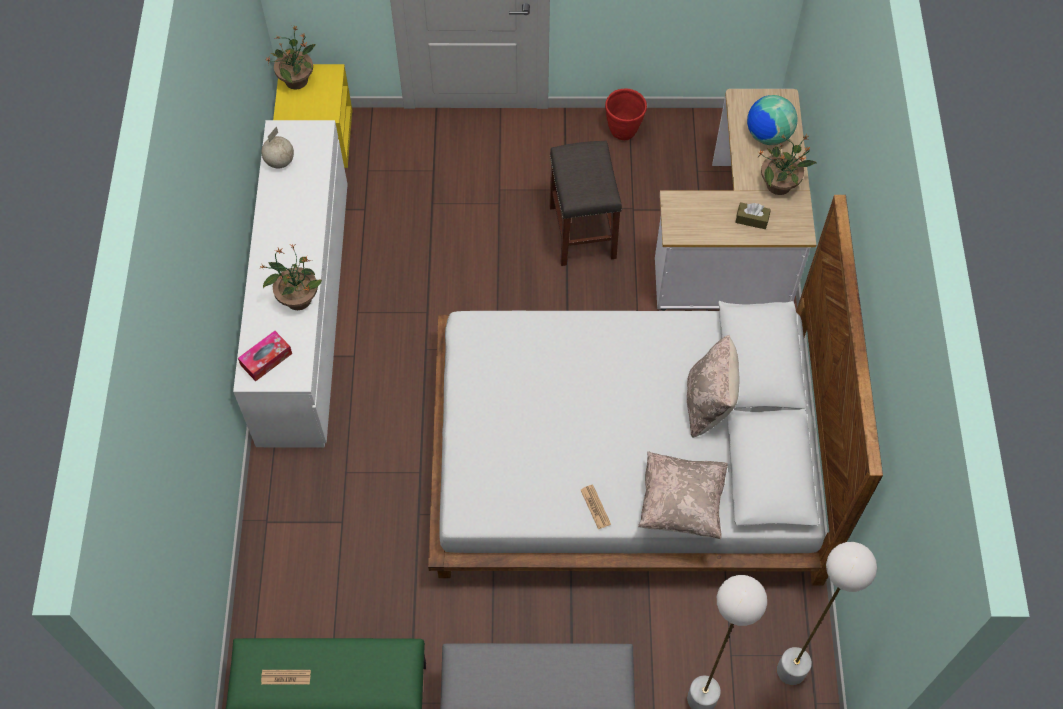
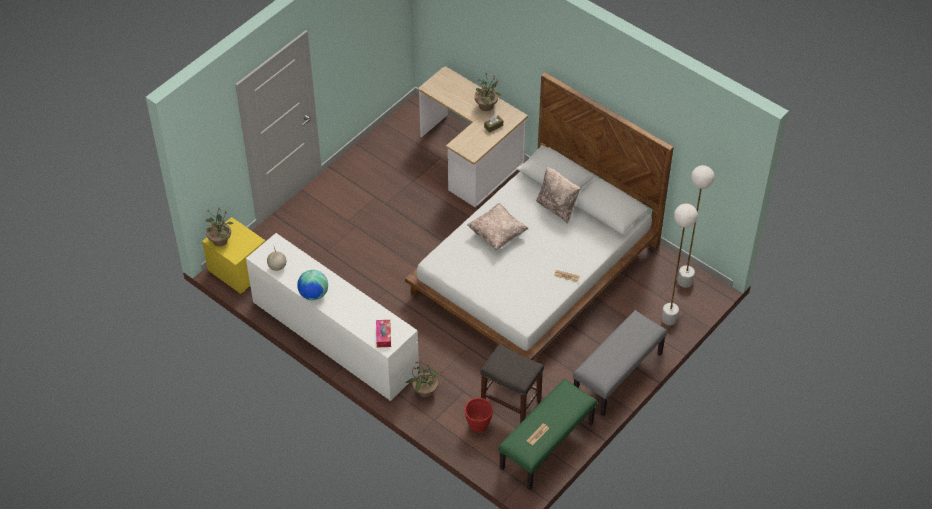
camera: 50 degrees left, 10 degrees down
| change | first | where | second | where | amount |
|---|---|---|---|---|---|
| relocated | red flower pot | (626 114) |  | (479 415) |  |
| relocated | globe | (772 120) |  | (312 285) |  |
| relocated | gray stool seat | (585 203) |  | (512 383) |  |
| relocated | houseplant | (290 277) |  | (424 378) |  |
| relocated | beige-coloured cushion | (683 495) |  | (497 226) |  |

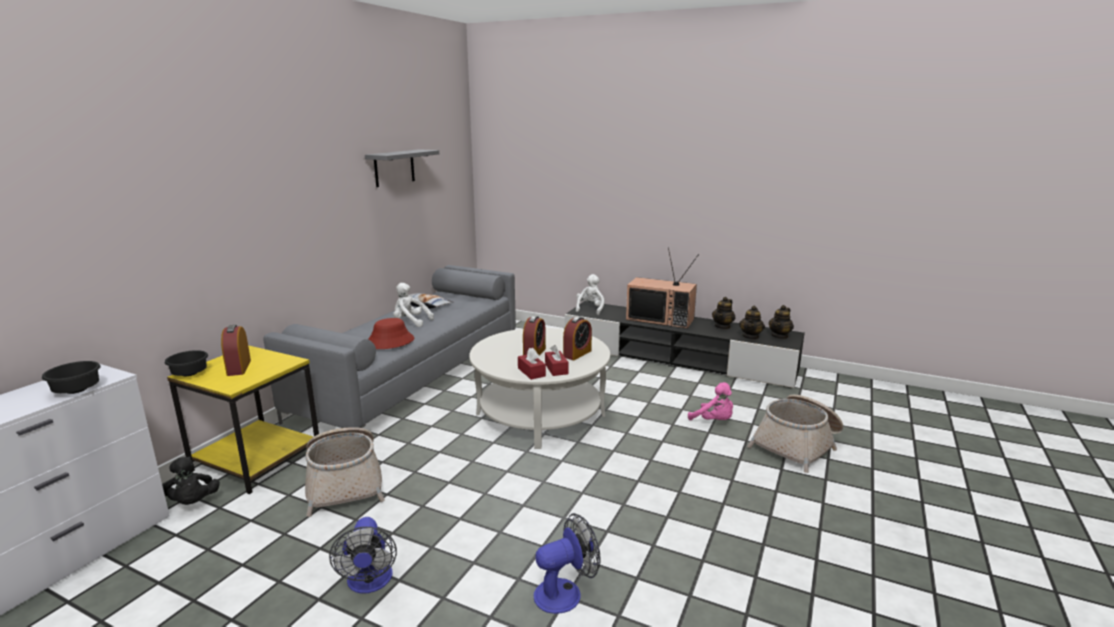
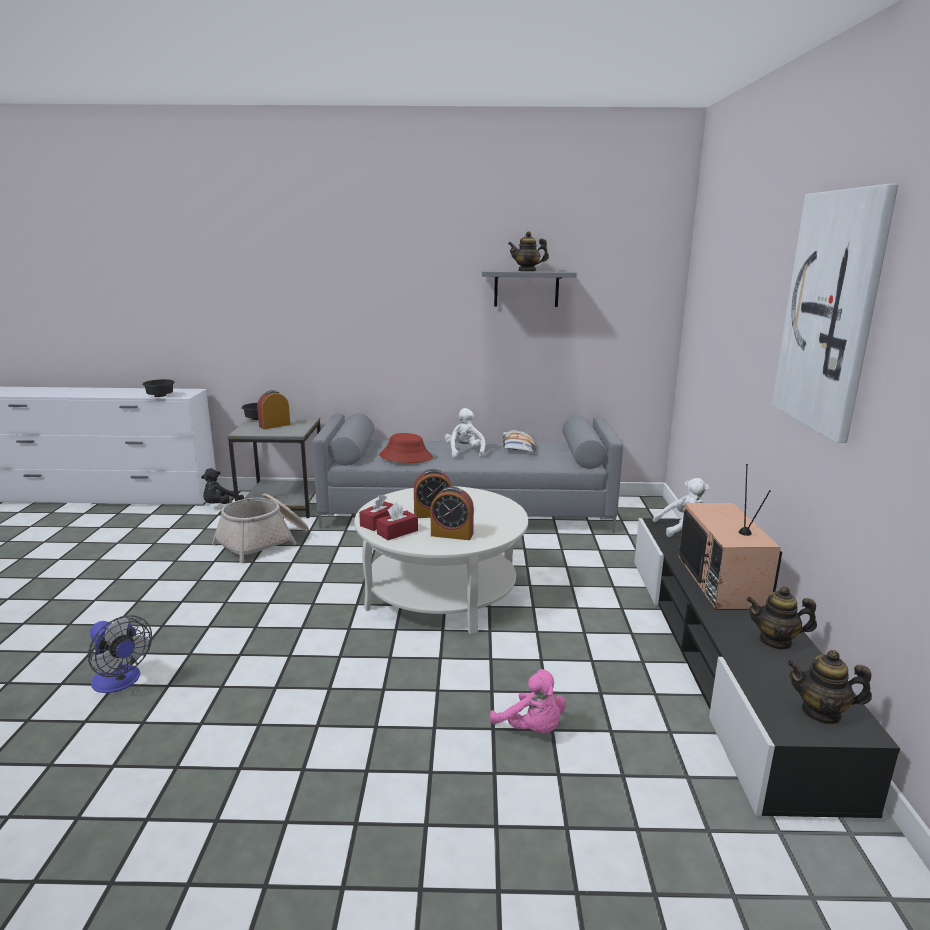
camera: 65 degrees right, 0 degrees up
| change | first | where | second | where | amount |
|---|---|---|---|---|---|
| relocated | tea pot | (752 323) |  | (528 252) |  |
| colour | yellow accent table | (243 419) | gray accent table | (274 467) |  |
| spun | pink-coloured plush toy | (710 401) |  | (528 701) | 60 degrees counterclockwise |
| missing | basket | (795 434) |  |  |  |
| missing | cooling fan | (363 555) |  |  |  |
| appeared |  |  | wall picture | (835 313) |  |

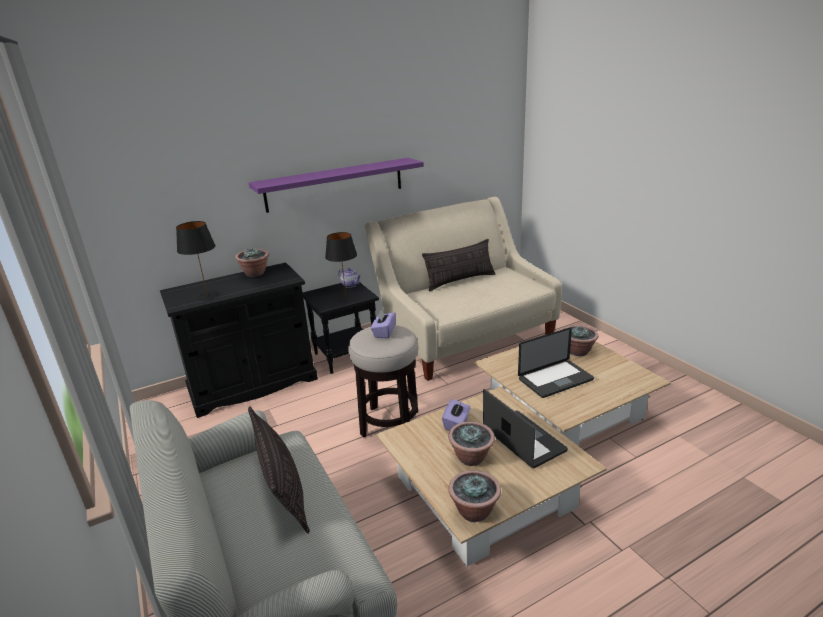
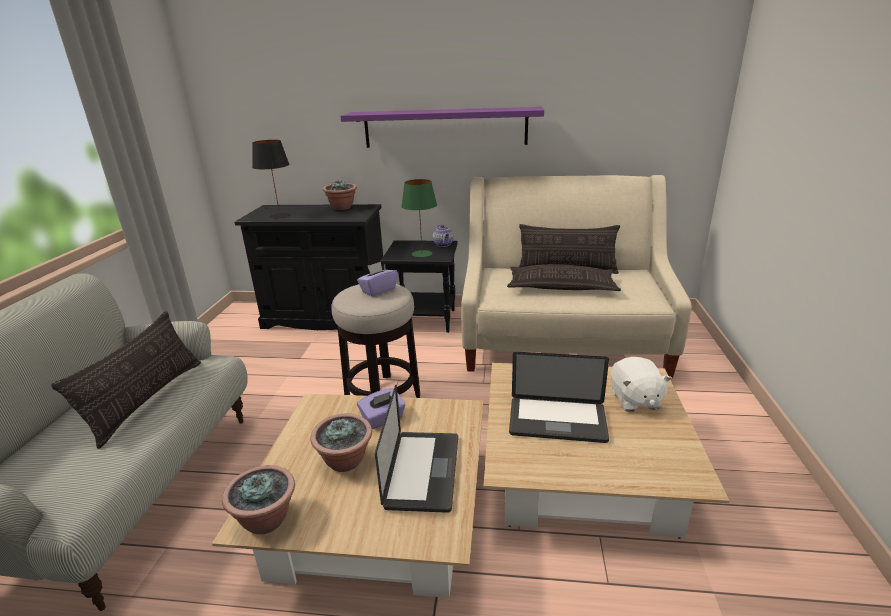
camera: 35 degrees right, 0 degrees up
| change | first | where | second | where | amount |
|---|---|---|---|---|---|
| colour | black-coloured lamp for a table | (341 266) | greenish lamp for a table | (419 218) |  |
| exchanged | houseplant | (581 341) | whitish plush toy | (641 384) |  |
| appeared |  |  | cushion | (564 277) |  |

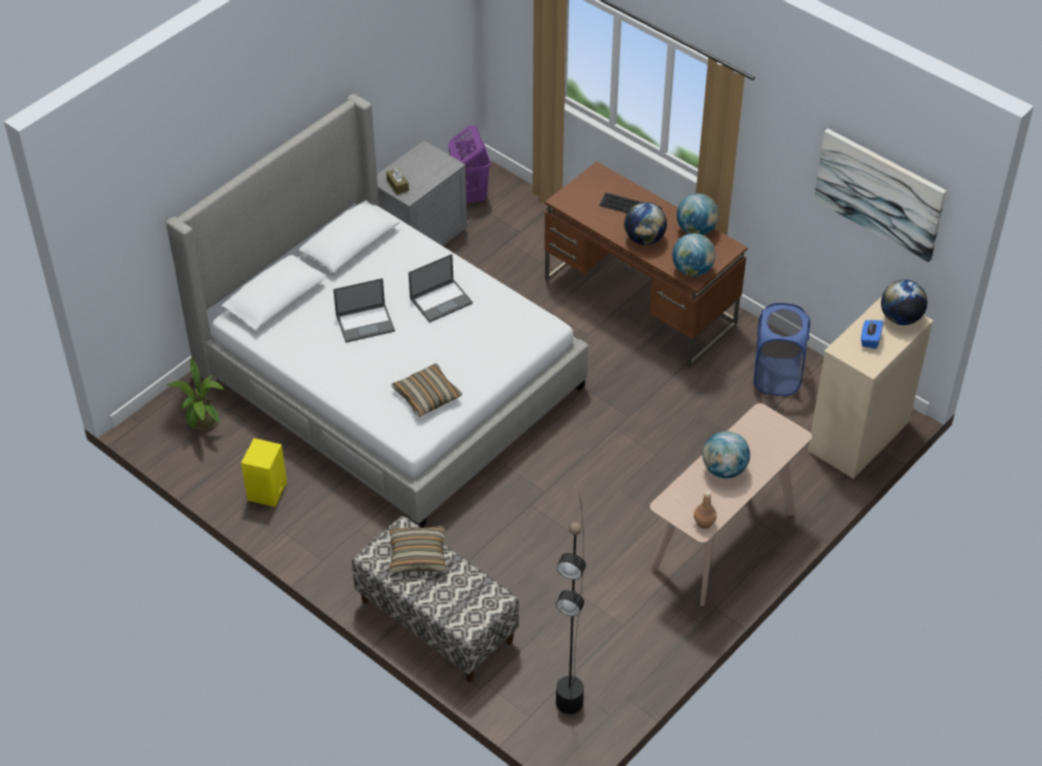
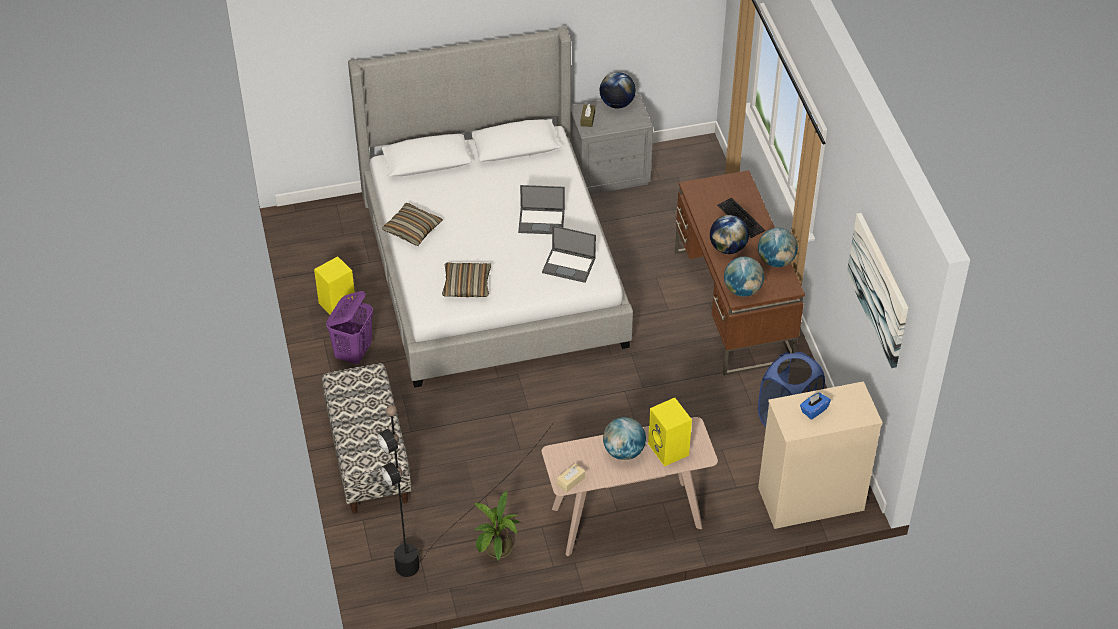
camera: 35 degrees right, 0 degrees up
| change | first | where | second | where | amount |
|---|---|---|---|---|---|
| relocated | purple-coloured washing basket | (469 164) |  | (349 327) |  |
| relocated | notebook computer | (364 310) |  | (569 254) |  |
| relocated | globe | (904 302) |  | (618 90) |  |
| relocated | houseplant | (196 394) |  | (497 526) |  |
| exchanged | brown-coloured beverage bottle | (705 510) | beige-coloured tissue box | (571 478) |  |
| relocated | cushion | (418 549) |  | (412 224) |  |
| appeared |  |  | yellow speaker | (670 432) |  |

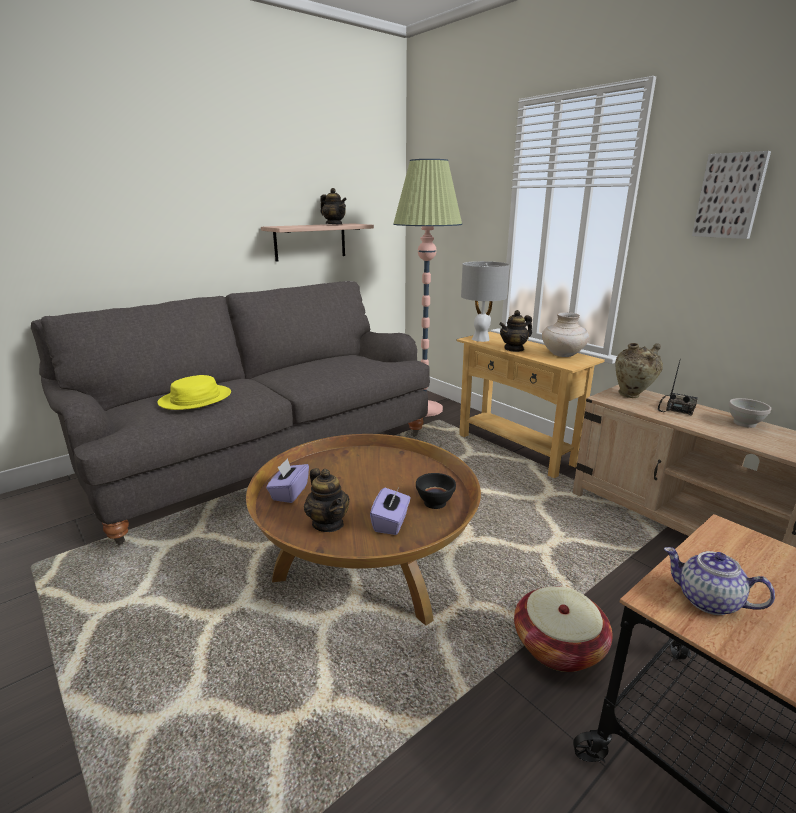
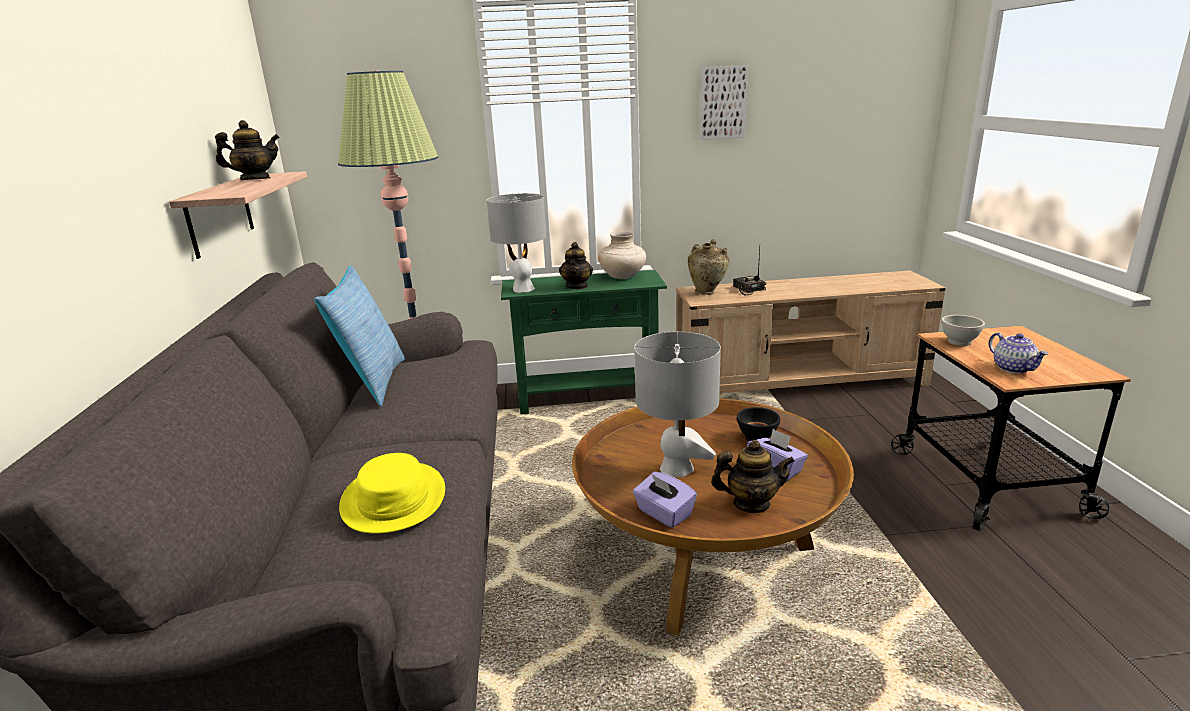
camera: 55 degrees left, 0 degrees up
| change | first | where | second | where | amount |
|---|---|---|---|---|---|
| colour | beige-coloured narrow table | (531 404) | greenish narrow table | (584 342) |  |
| relocated | whitish deep dish | (750 413) |  | (963 330) |  |
| spun | tea pot | (719 581) |  | (1018 353) | 90 degrees counterclockwise |
| missing | basket | (563 629) |  |  |  |
| appeared |  |  | cushion | (359 336) |  |
| appeared |  |  | gray lamp for a table | (677 404) |  |

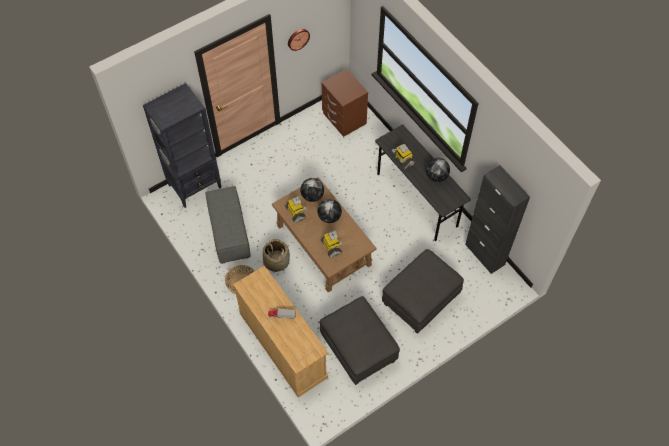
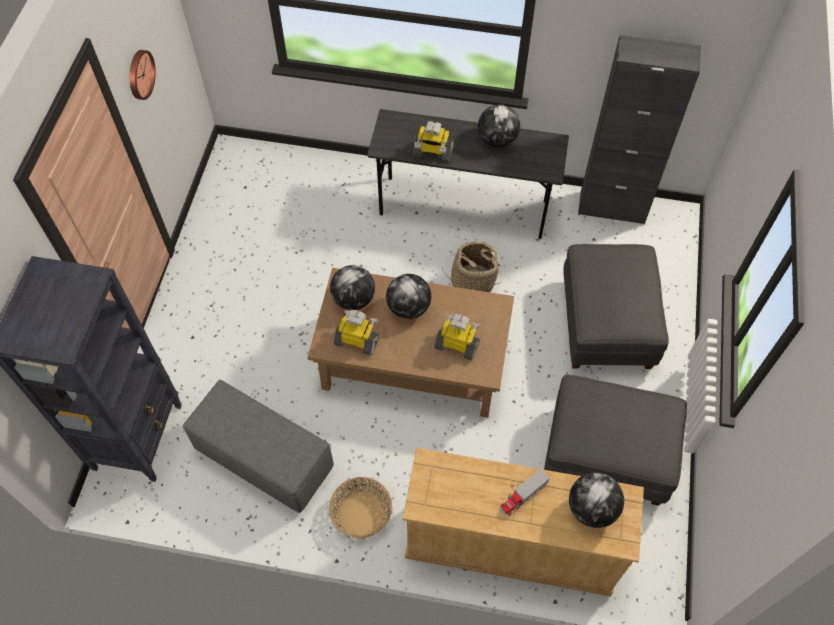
camera: 45 degrees left, 0 degrees up
| change | first | where | second | where | amount |
|---|---|---|---|---|---|
| missing | brown-coloured bedside table | (344 103) |  |  |  |
| relocated | basket | (276 255) |  | (472 266) |  |
| appeared |  |  | globe | (596 500) |  |

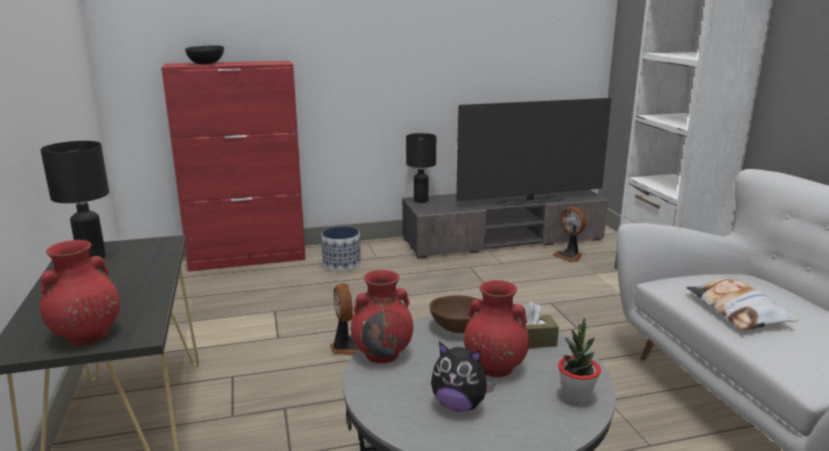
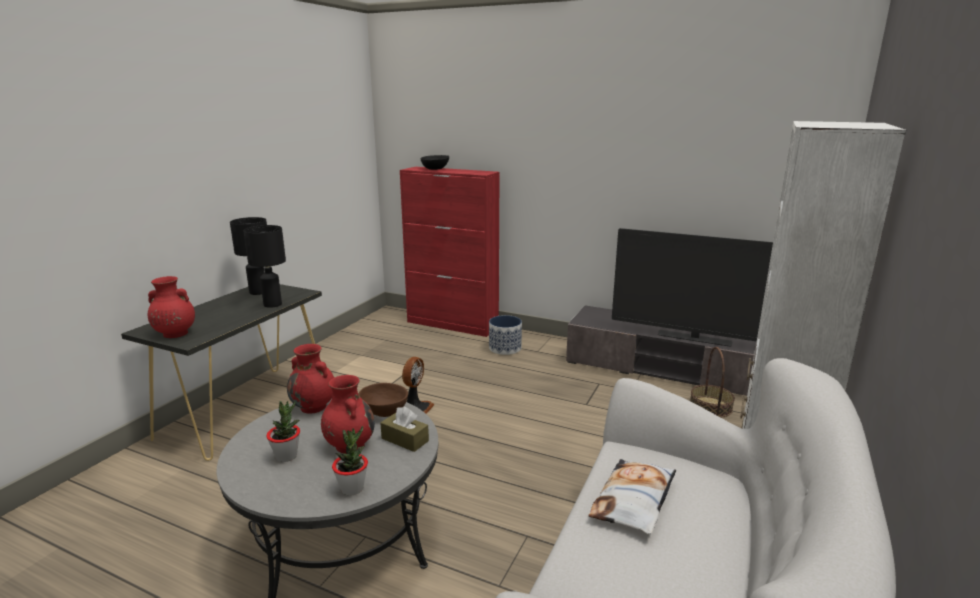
camera: 40 degrees right, 0 degrees up
| change | first | where | second | where | amount |
|---|---|---|---|---|---|
| relocated | black-coloured lamp for a table | (421 168) |  | (264 266) |  |
| exchanged | cooling fan | (570 235) | basket | (712 382) |  |
| exchanged | plush toy | (463 377) | houseplant | (283 431) |  |

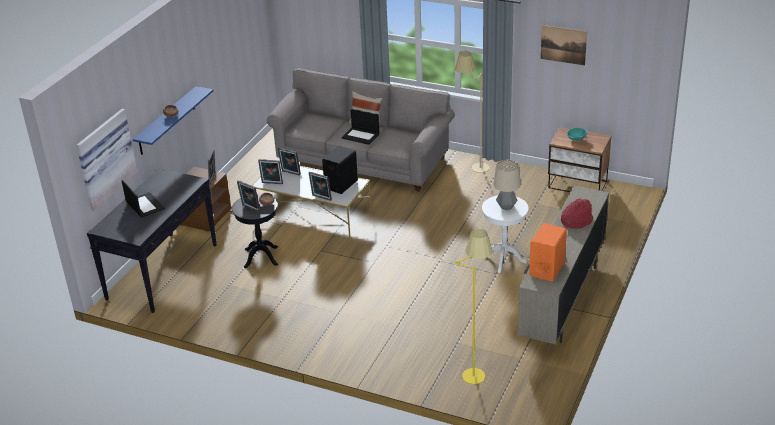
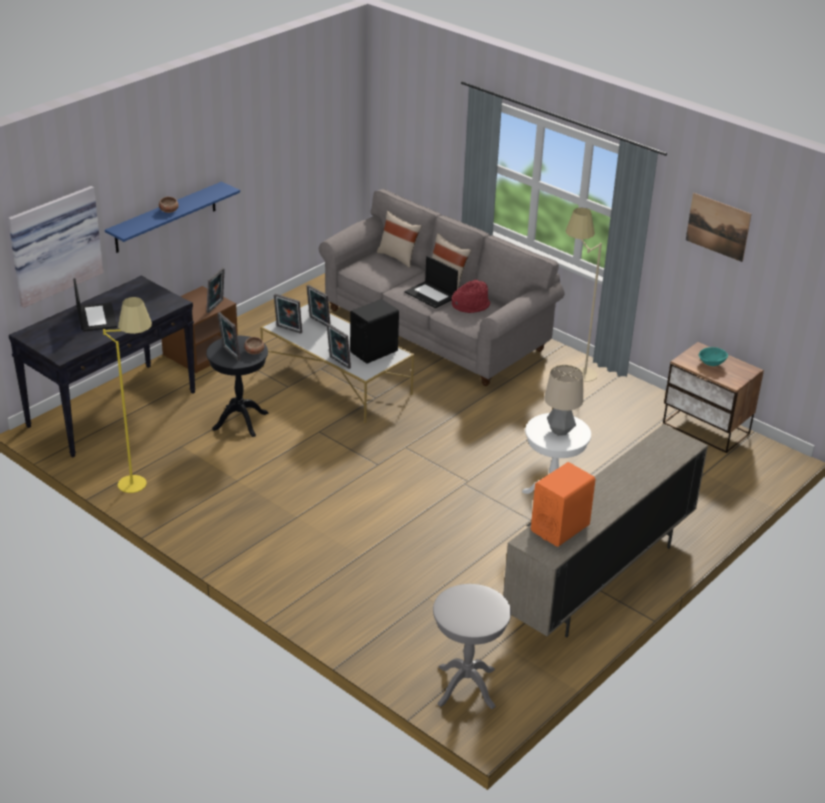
camera: 15 degrees right, 0 degrees up
| change | first | where | second | where | amount |
|---|---|---|---|---|---|
| relocated | red wearable hat | (577 213) |  | (471 296) |  |
| relocated | yellow standing lamp | (474 306) |  | (127 395) |  |
| appeared |  |  | beige-coloured cushion | (399 239) |  |
| appeared |  |  | gray accent table | (472 646) |  |

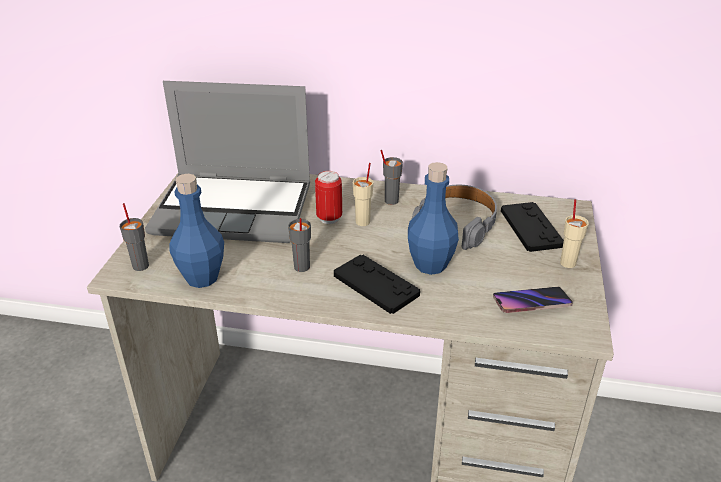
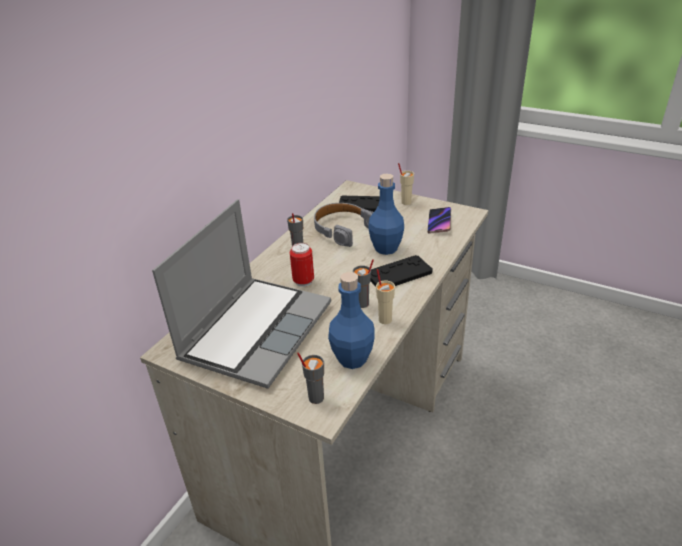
camera: 70 degrees left, 0 degrees up
| change | first | where | second | where | amount |
|---|---|---|---|---|---|
| relocated | beige-coloured small cup | (363 194) |  | (385 296) |  |

